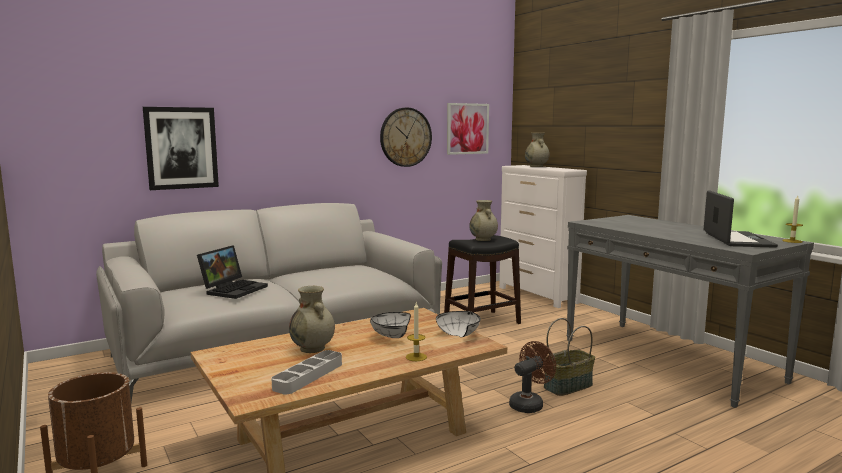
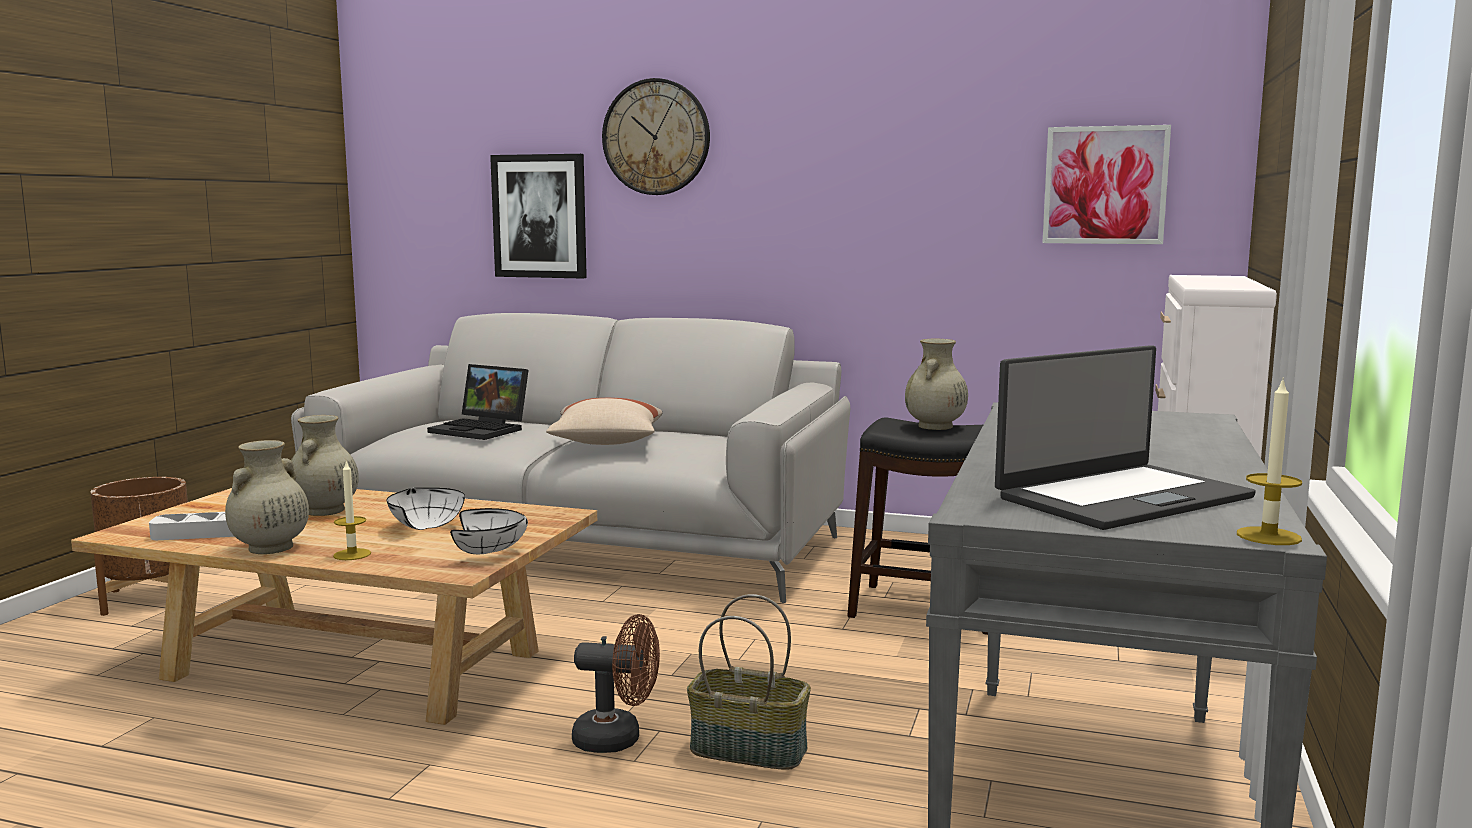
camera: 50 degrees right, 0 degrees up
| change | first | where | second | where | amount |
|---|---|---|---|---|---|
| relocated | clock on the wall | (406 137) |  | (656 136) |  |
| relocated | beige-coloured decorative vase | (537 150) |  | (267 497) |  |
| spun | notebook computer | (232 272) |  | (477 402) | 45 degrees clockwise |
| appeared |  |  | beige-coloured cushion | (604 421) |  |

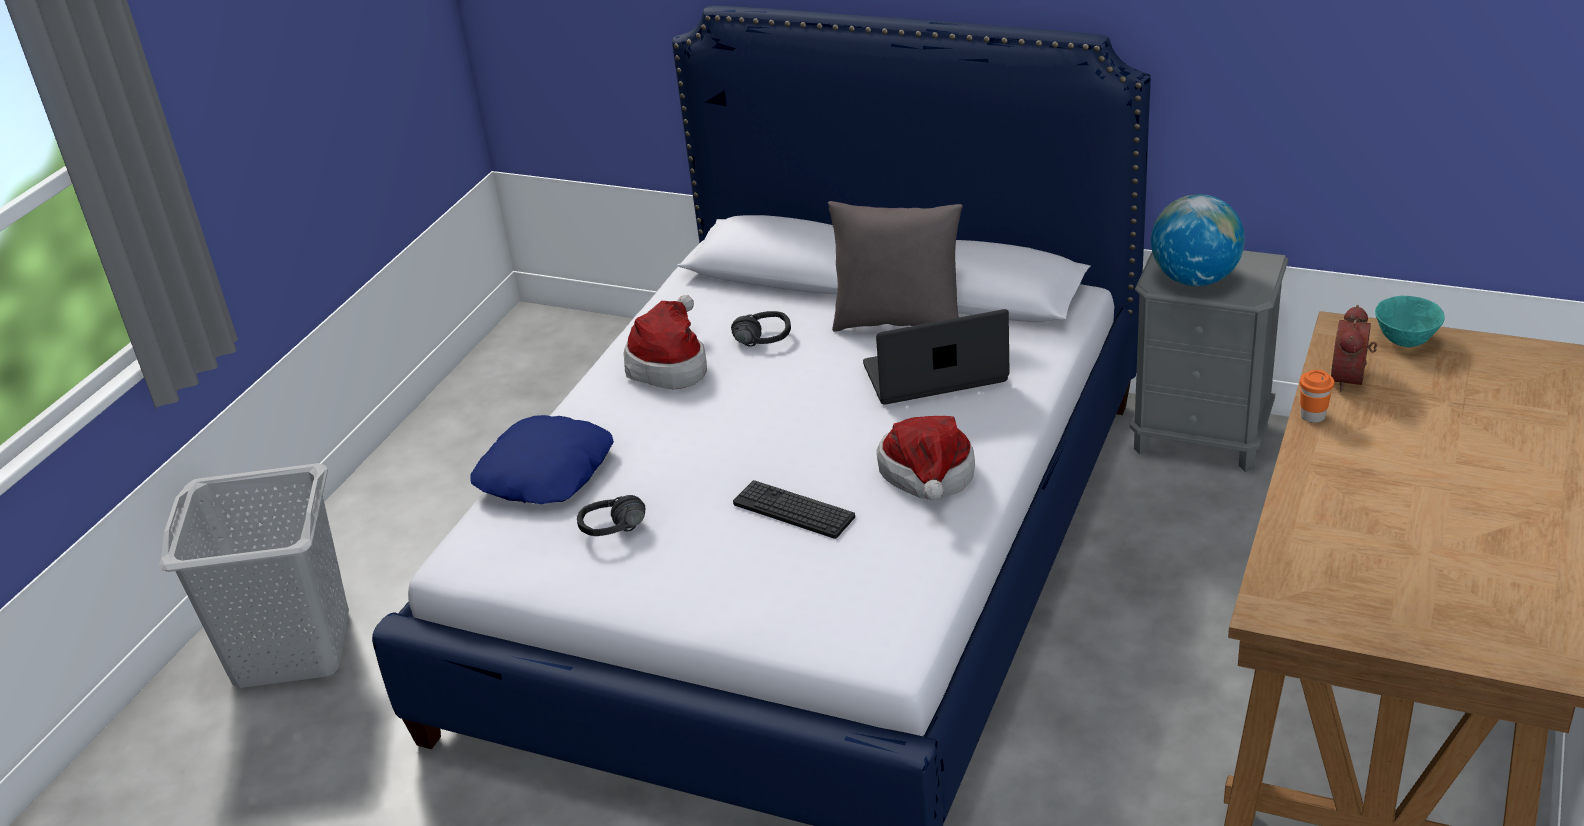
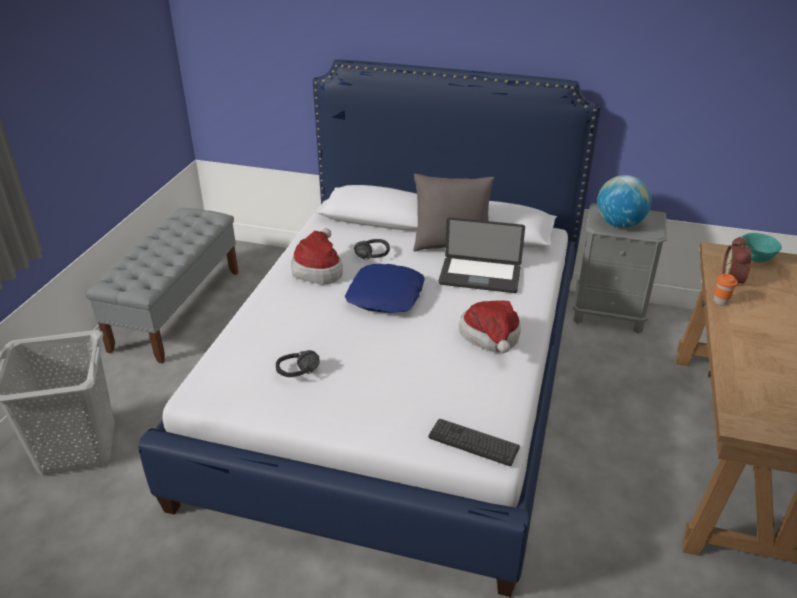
camera: 10 degrees left, 0 degrees up
| change | first | where | second | where | amount |
|---|---|---|---|---|---|
| spun | notebook computer | (936 357) |  | (482 255) | 150 degrees counterclockwise |
| relocated | blue-coloured cushion | (542 459) |  | (385 288) |  |
| relocated | PC keyboard | (794 509) |  | (474 442) |  |
| appeared |  |  | gray bench | (162 285) |  |

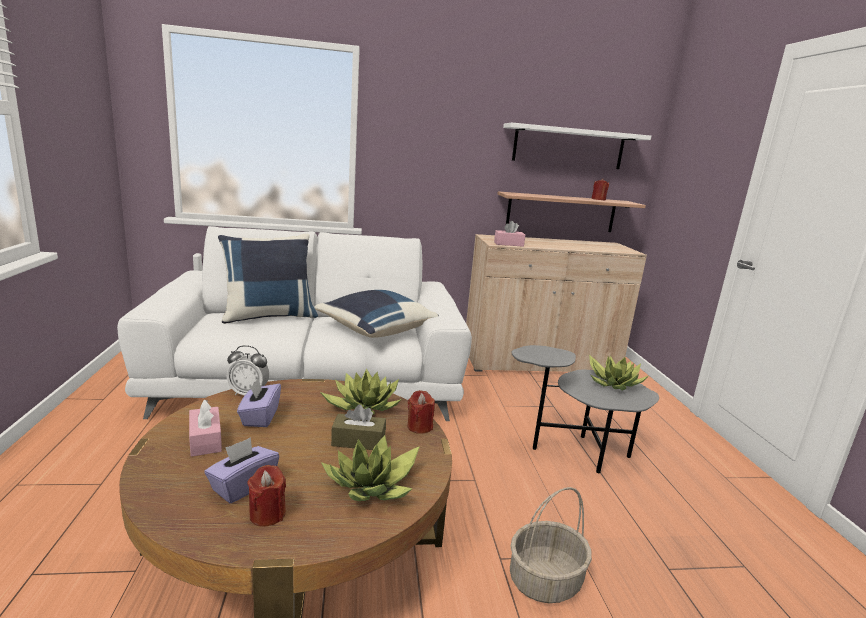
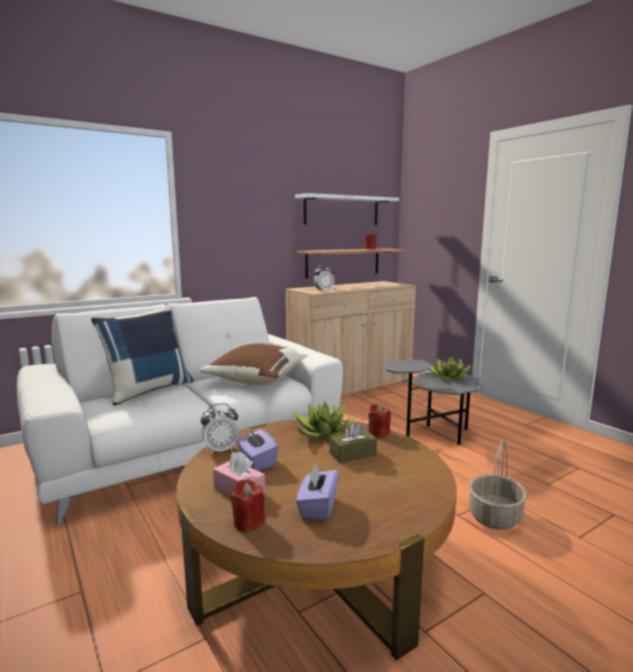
camera: 25 degrees left, 5 degrees down
| change | first | where | second | where | amount |
|---|---|---|---|---|---|
| exchanged | pink-coloured tissue box | (509 234) | table clock | (324 278) |  |
| colour | blue-coloured cushion | (376 314) | brown-coloured cushion | (253 364) |  |
| missing | houseplant | (370 468) |  |  |  |
| relocated | red candle | (266 496) |  | (248 505) |  |

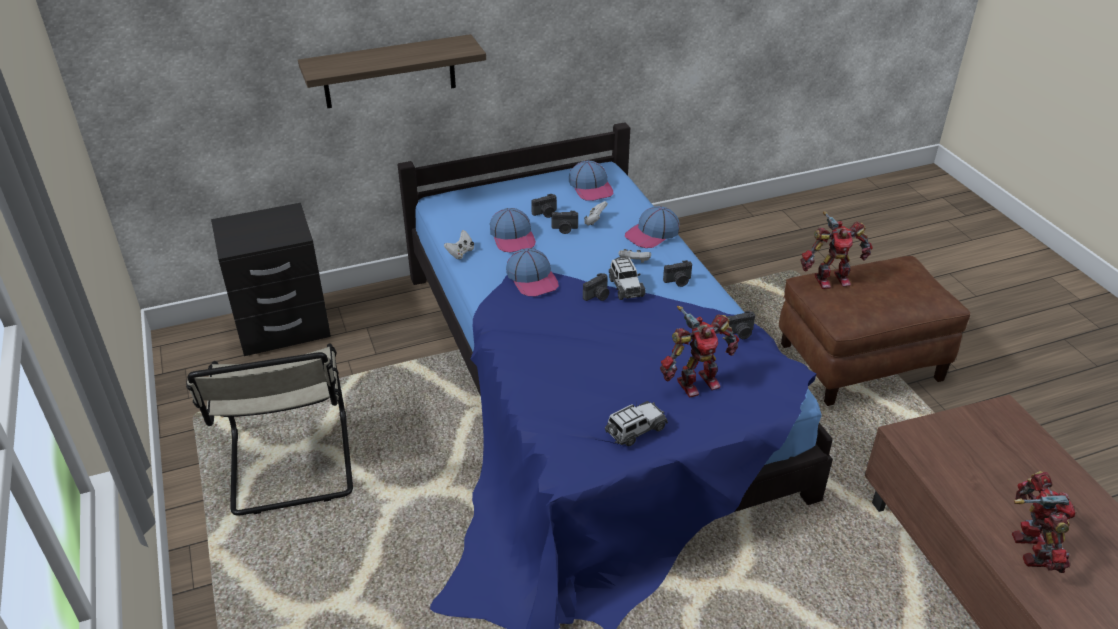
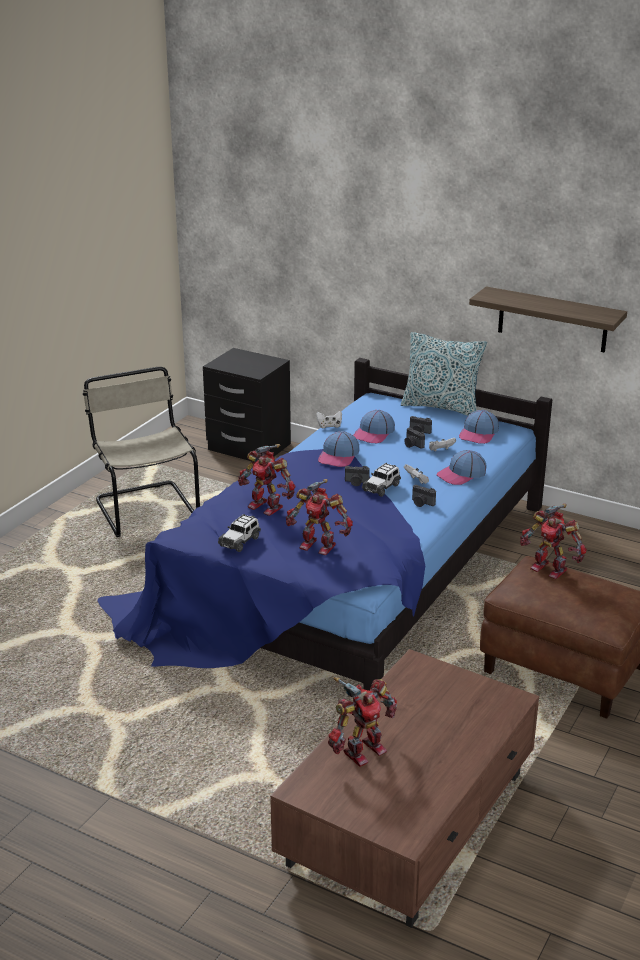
camera: 50 degrees right, 10 degrees down
| change | first | where | second | where | amount |
|---|---|---|---|---|---|
| relocated | bracket shelf | (392 71) |  | (548 319) |  |
| spun | peaked cap | (652 227) |  | (462 467) | 45 degrees counterclockwise |
| missing | photo camera | (741 325) |  |  |  |
| spun | beige-coloured chair | (269 429) |  | (141 452) | 120 degrees clockwise |
| spun | toy car | (636 423) |  | (239 533) | 105 degrees clockwise |
| appeared |  |  | cushion | (444 374) |  |
| appeared |  |  | model robot | (267 480) |  |

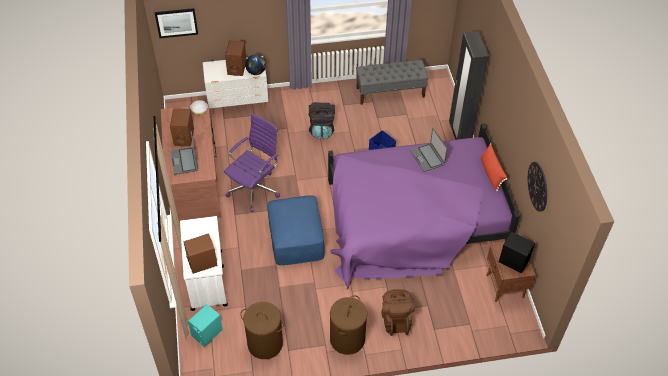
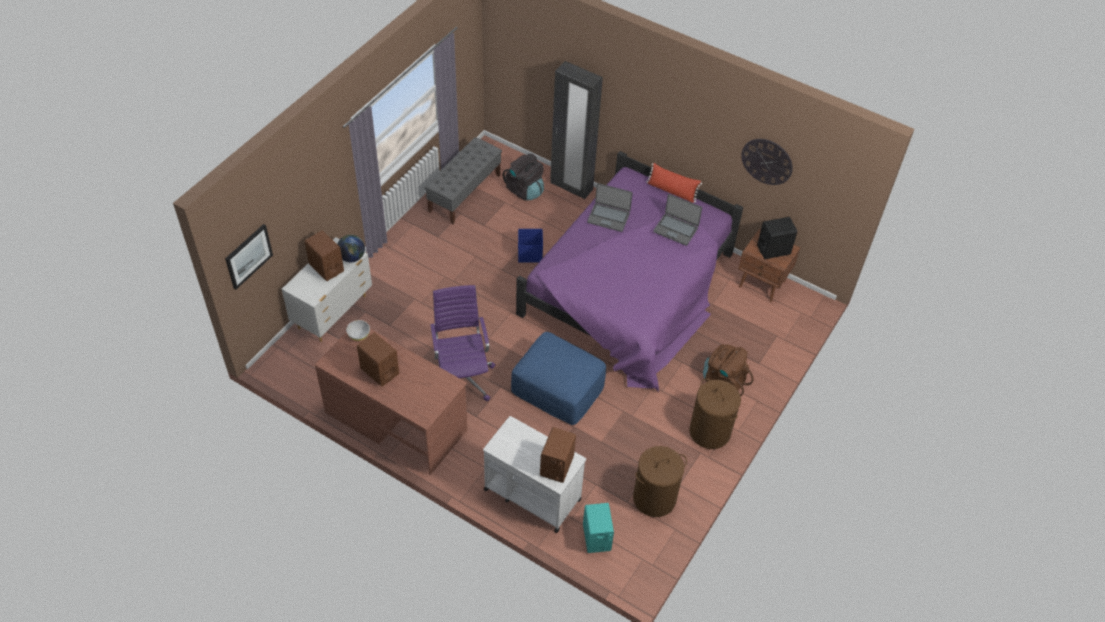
camera: 50 degrees left, 0 degrees up
| change | first | where | second | where | amount |
|---|---|---|---|---|---|
| relocated | black-coloured rucksack | (321 120) |  | (523 177) |  |
| relocated | notebook computer | (184 153) |  | (677 220) |  |

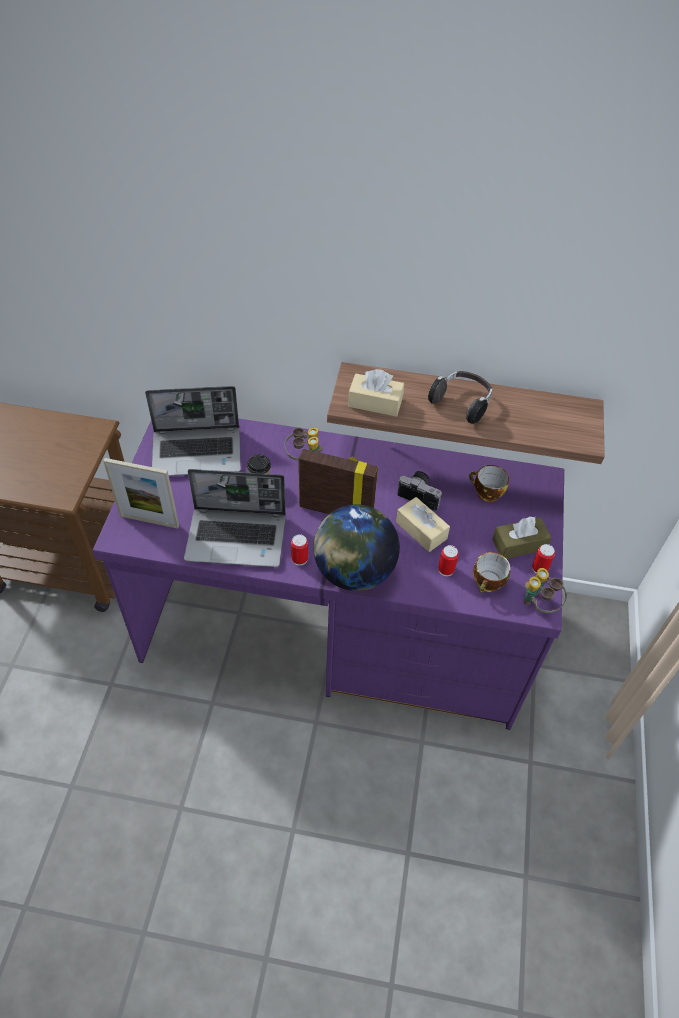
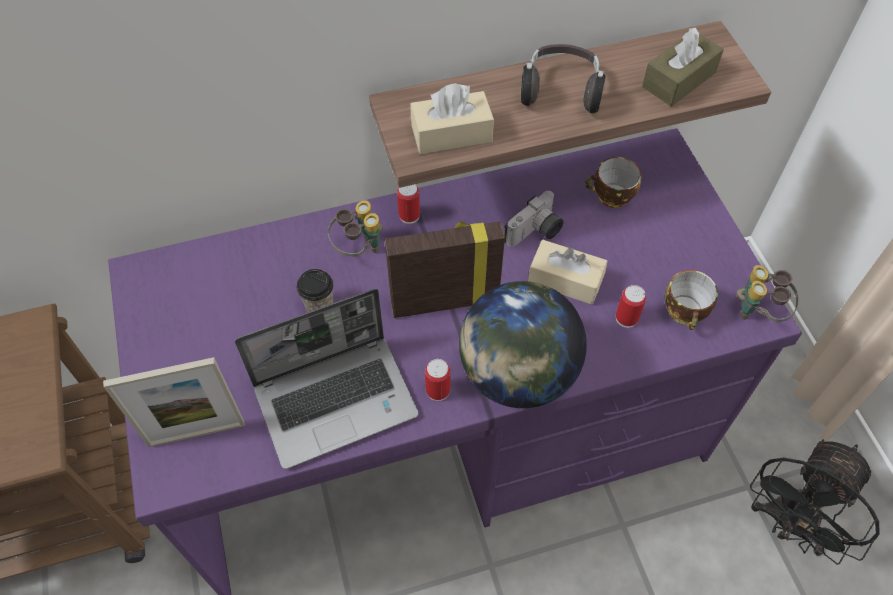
camera: 25 degrees left, 5 degrees up
| change | first | where | second | where | amount |
|---|---|---|---|---|---|
| missing | notebook computer | (193 431) |  |  |  |
| spun | photo camera | (420 491) |  | (534 219) | 135 degrees clockwise |
| relocated | brown-coloured tissue box | (522 538) |  | (683 67) |  |
| relocated | can | (543 559) |  | (408 204) |  |
| appeared |  |  | black-coloured cooling fan | (815 502) |  |

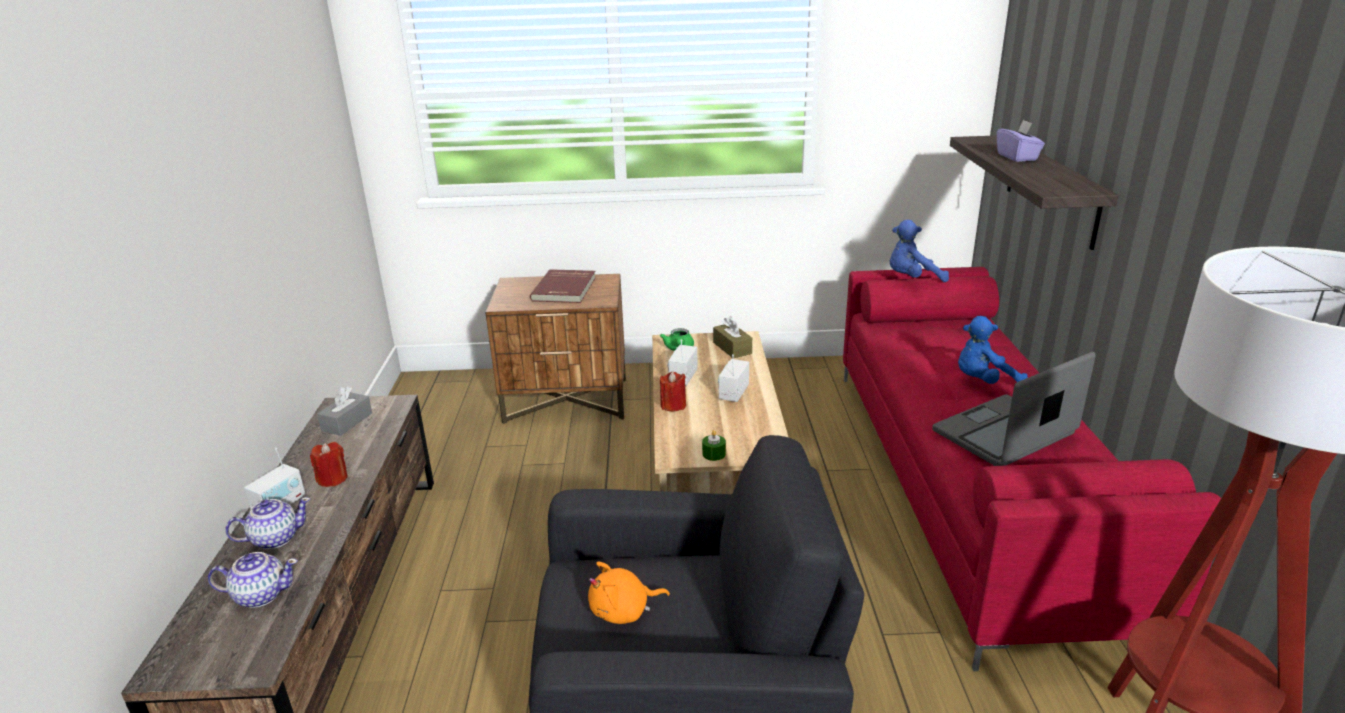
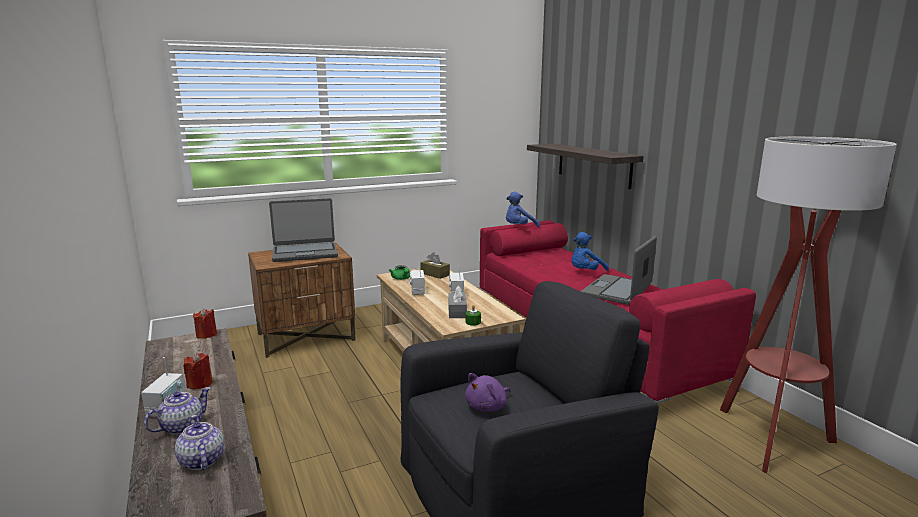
camera: 25 degrees left, 10 degrees down
| change | first | where | second | where | amount |
|---|---|---|---|---|---|
| missing | purple-coloured tissue box | (1021 140) |  |  |  |
| exchanged | red volume | (563 286) | notebook computer | (303 230) |  |
| relocated | red candle | (673 391) |  | (205 323) |  |
| relocated | gray tissue box | (344 411) |  | (457 302) |  |
| spun | tea pot | (253 580) |  | (199 442) | 90 degrees counterclockwise |
| colour | orange plush toy | (629 592) | purple-coloured plush toy | (487 392) |  |

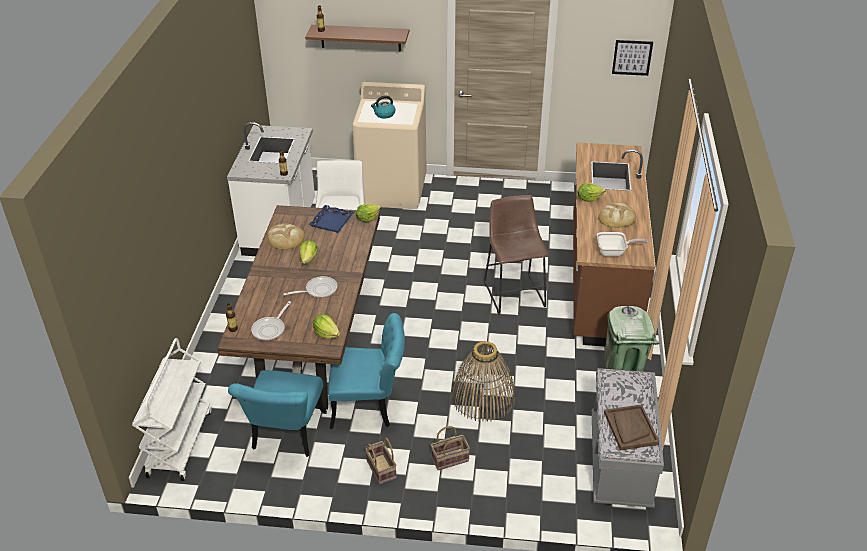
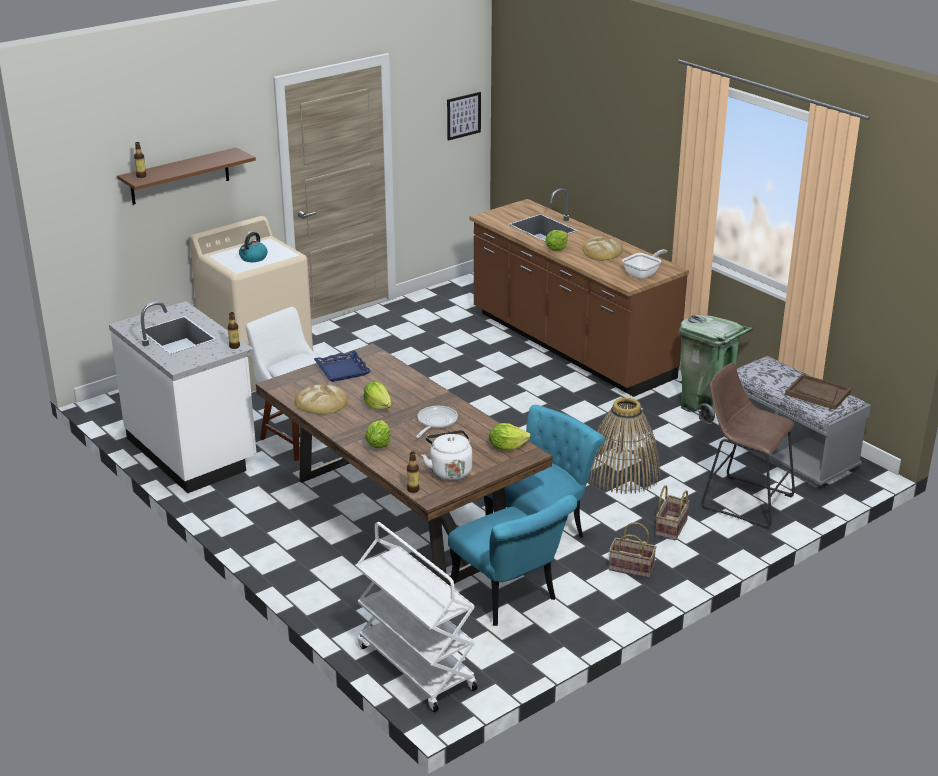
camera: 45 degrees left, 10 degrees down
| change | first | where | second | where | amount |
|---|---|---|---|---|---|
| relocated | brown-coloured stool seat | (516 255) |  | (748 445) |  |
| relocated | lettuce | (368 213) |  | (378 434) |  |
| exchanged | skillet | (271 321) | whitish kettle | (447 455) |  |

